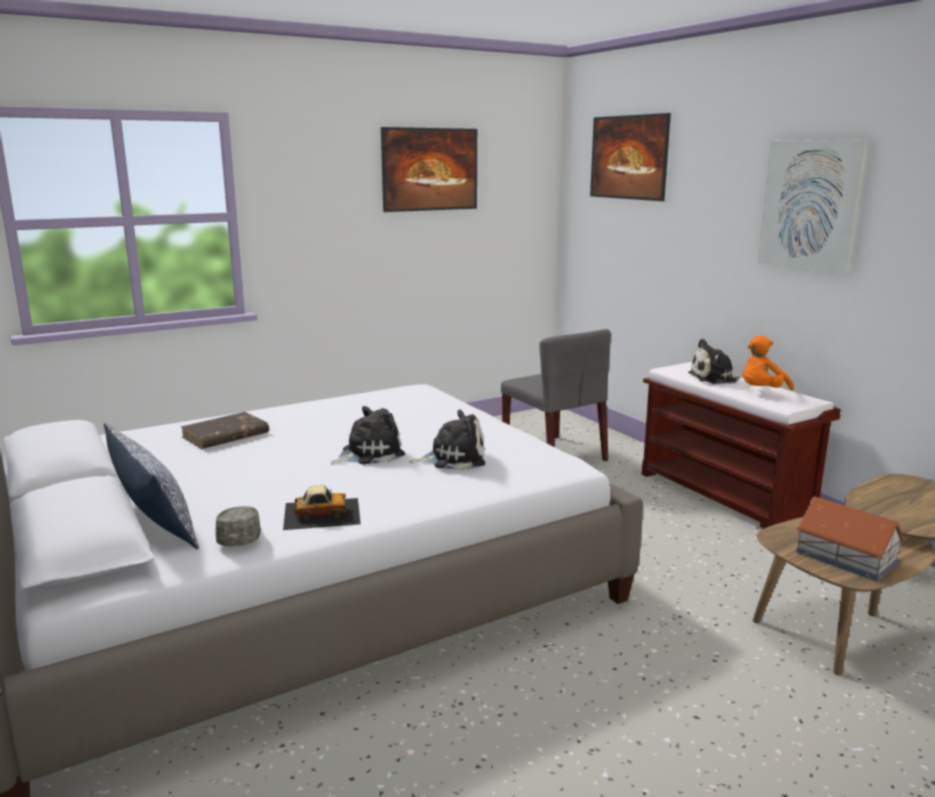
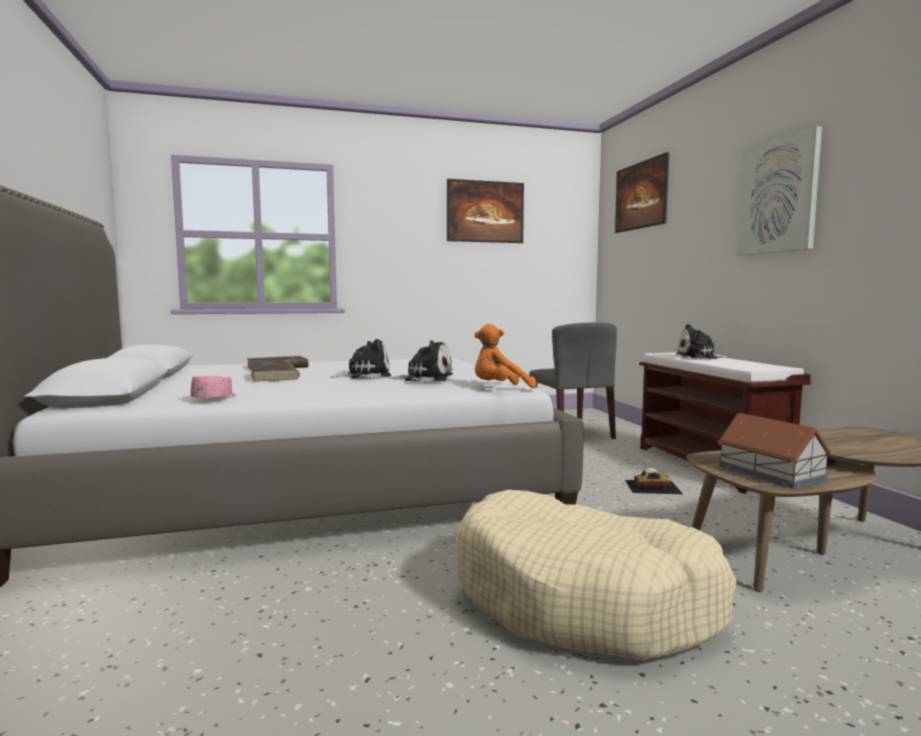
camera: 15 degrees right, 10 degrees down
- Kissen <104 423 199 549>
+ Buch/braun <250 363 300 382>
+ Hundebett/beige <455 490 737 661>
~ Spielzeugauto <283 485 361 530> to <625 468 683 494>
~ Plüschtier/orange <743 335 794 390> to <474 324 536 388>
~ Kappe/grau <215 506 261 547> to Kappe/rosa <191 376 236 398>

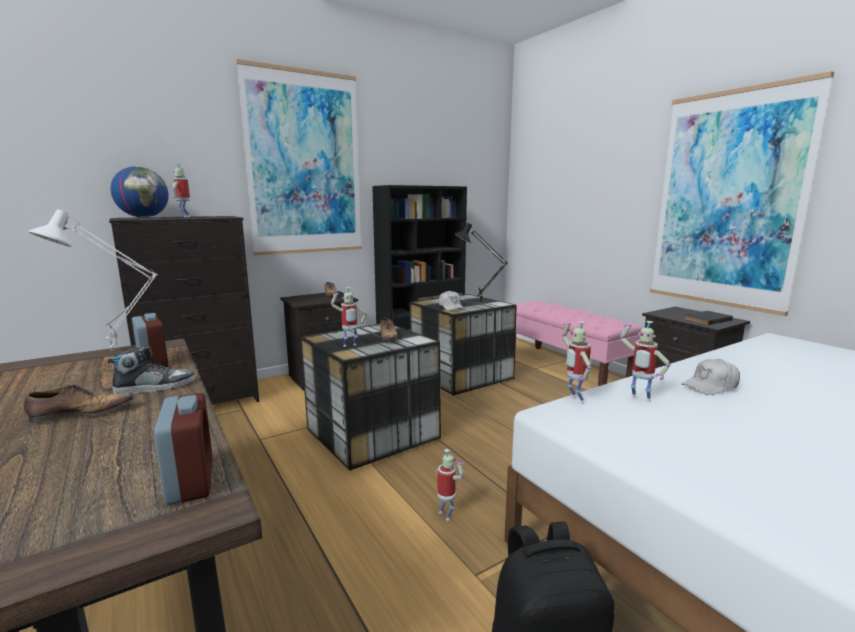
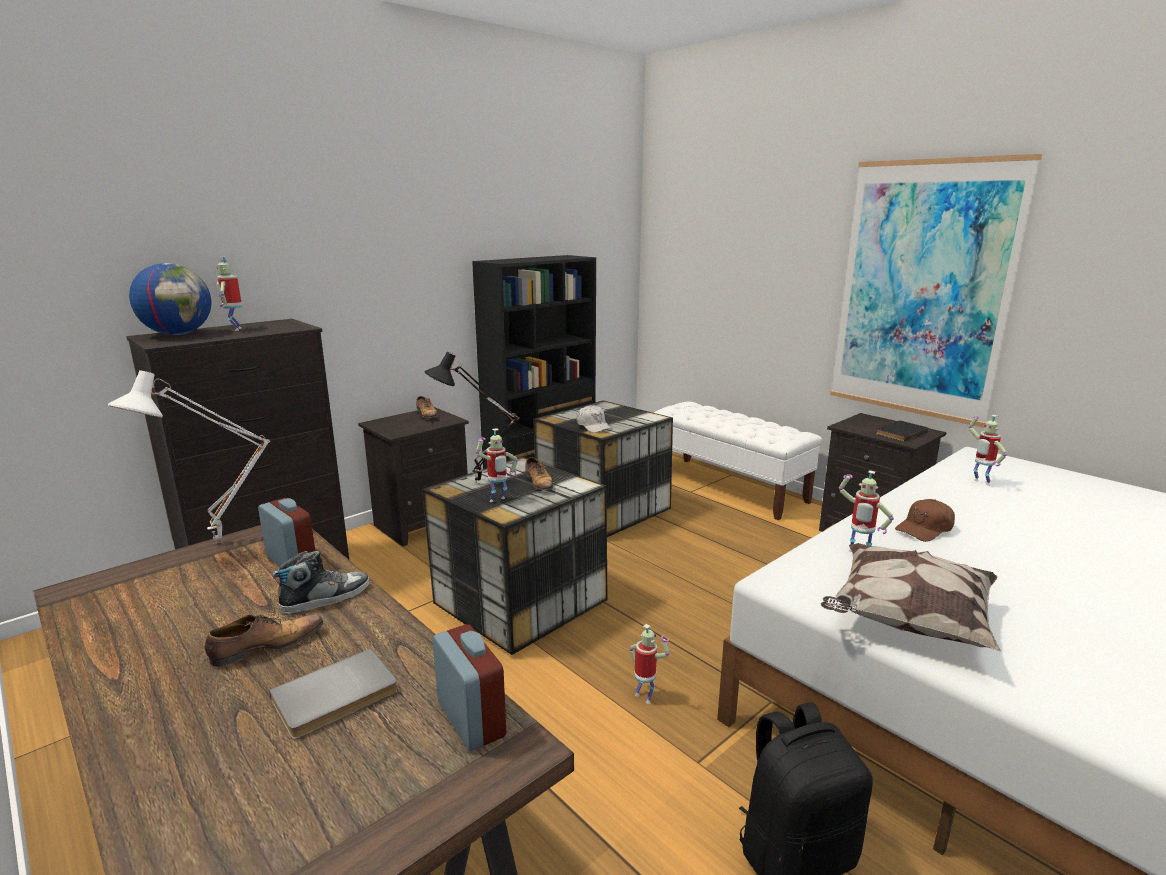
camera: 10 degrees left, 5 degrees up
- Bild <236 59 362 255>
+ Buch/grau <269 649 398 740>
+ Kissen <821 543 1001 652>
~ Tischlampe/schwarz <454 223 508 301> to <425 352 520 484>
~ Spielzeugroboter <562 321 592 404> to <969 415 1007 486>
~ Bank/rosa <515 301 643 386> to Bank/weiß <654 402 823 520>
~ Kappe/weiß <681 359 740 395> to Kappe/braun <895 499 955 542>

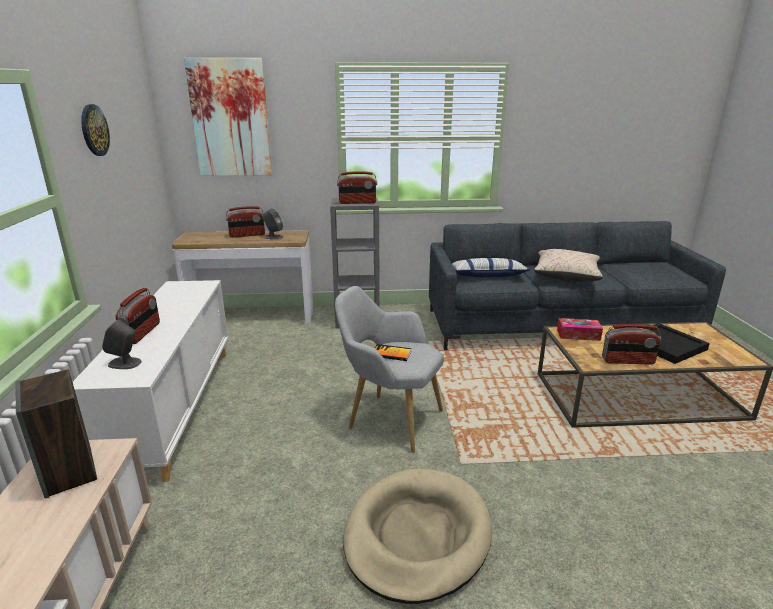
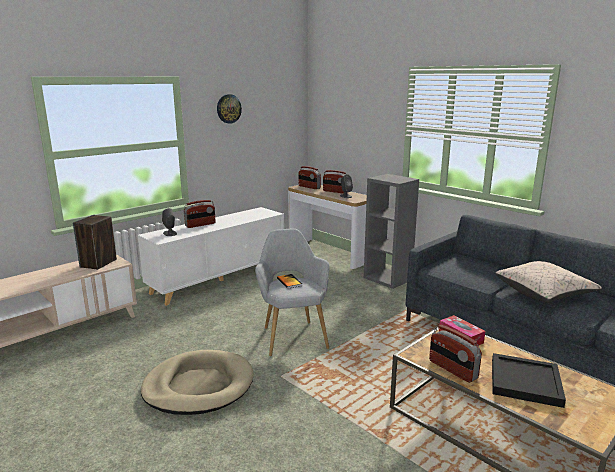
camera: 50 degrees right, 5 degrees down
- Bild <184 58 272 176>
- Kissen <452 258 530 277>
~ Radio <337 171 377 204> to <298 166 321 189>

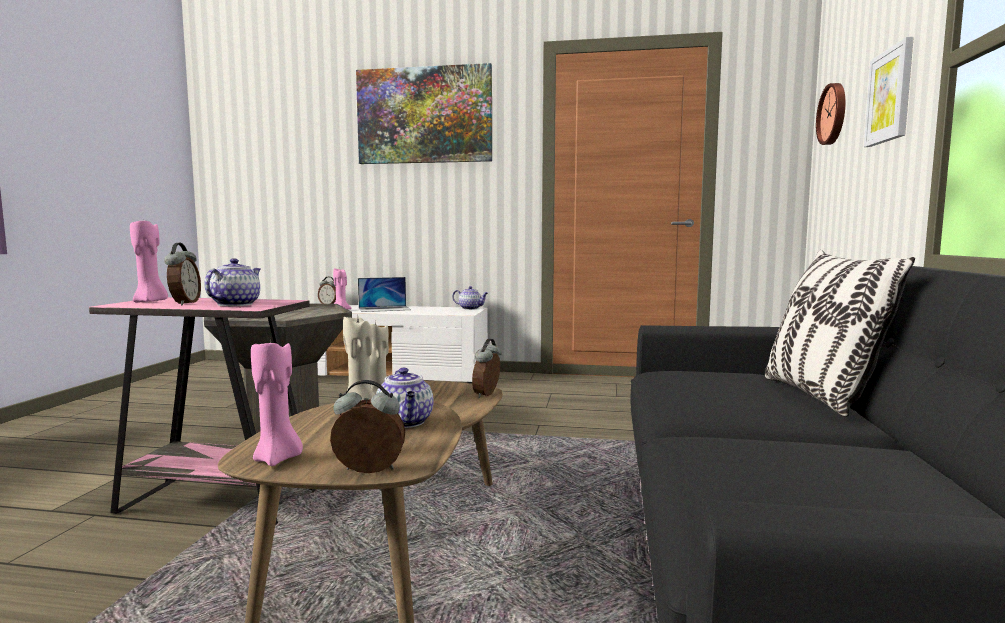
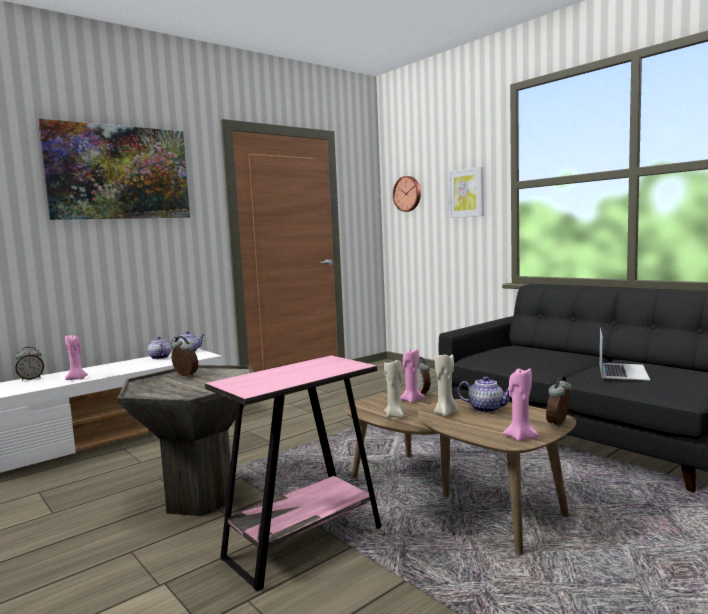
camera: 50 degrees left, 0 degrees up
- Kissen <765 250 915 417>
~ Kerze/rosa <130 218 168 303> to <400 348 425 403>
~ Wecker <164 243 201 305> to <171 336 198 376>
~ Teekanne <204 258 261 306> to <148 336 171 359>
~ Laptop <358 277 411 312> to <599 328 650 381>

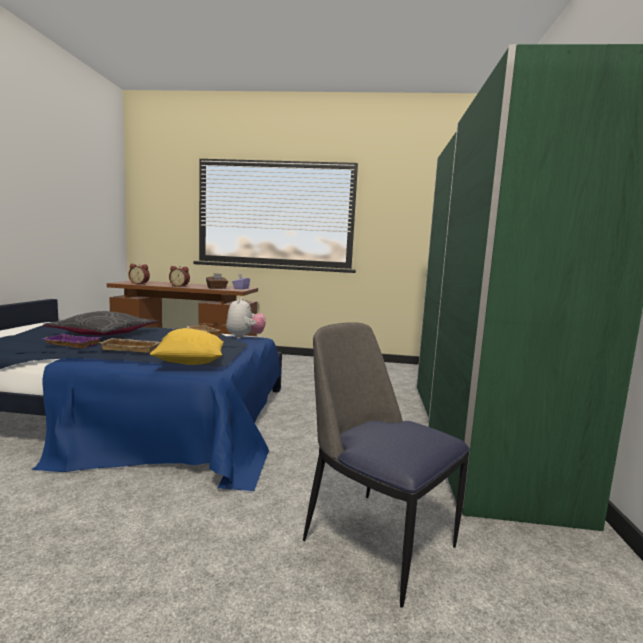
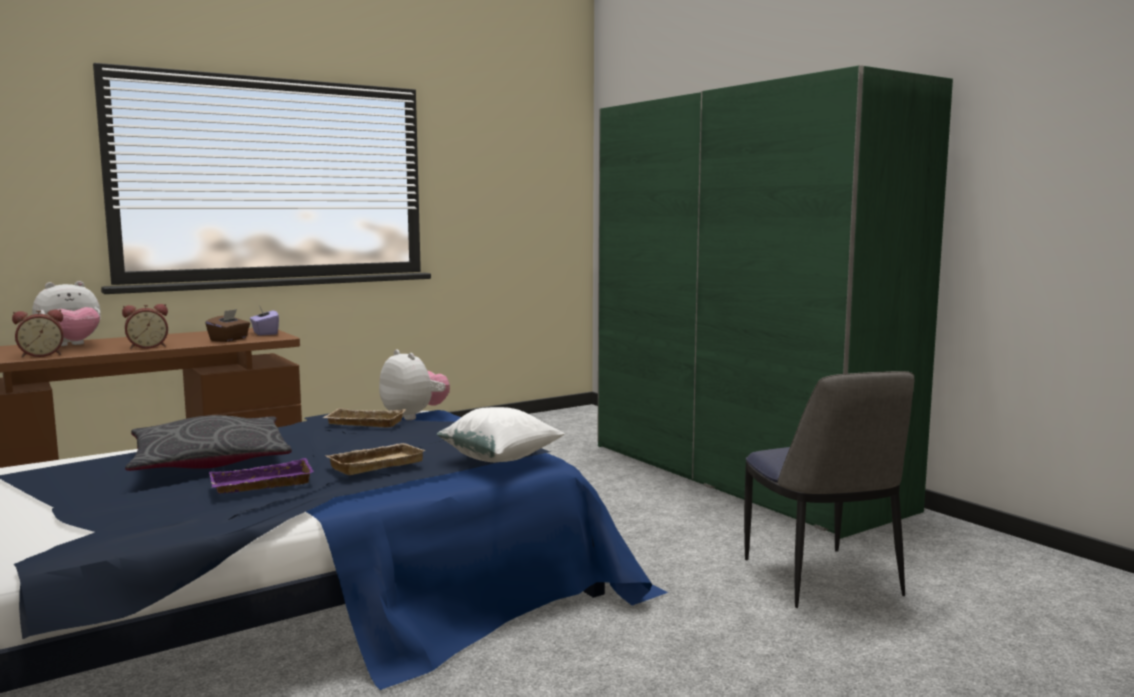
camera: 40 degrees left, 0 degrees up
+ Plüschtier <32 281 101 346>
~ Kissen/gelb <150 328 223 365> to Kissen/weiß <437 407 565 462>
~ Stuhl <303 322 470 608> = <744 371 914 608> 105 degrees counterclockwise

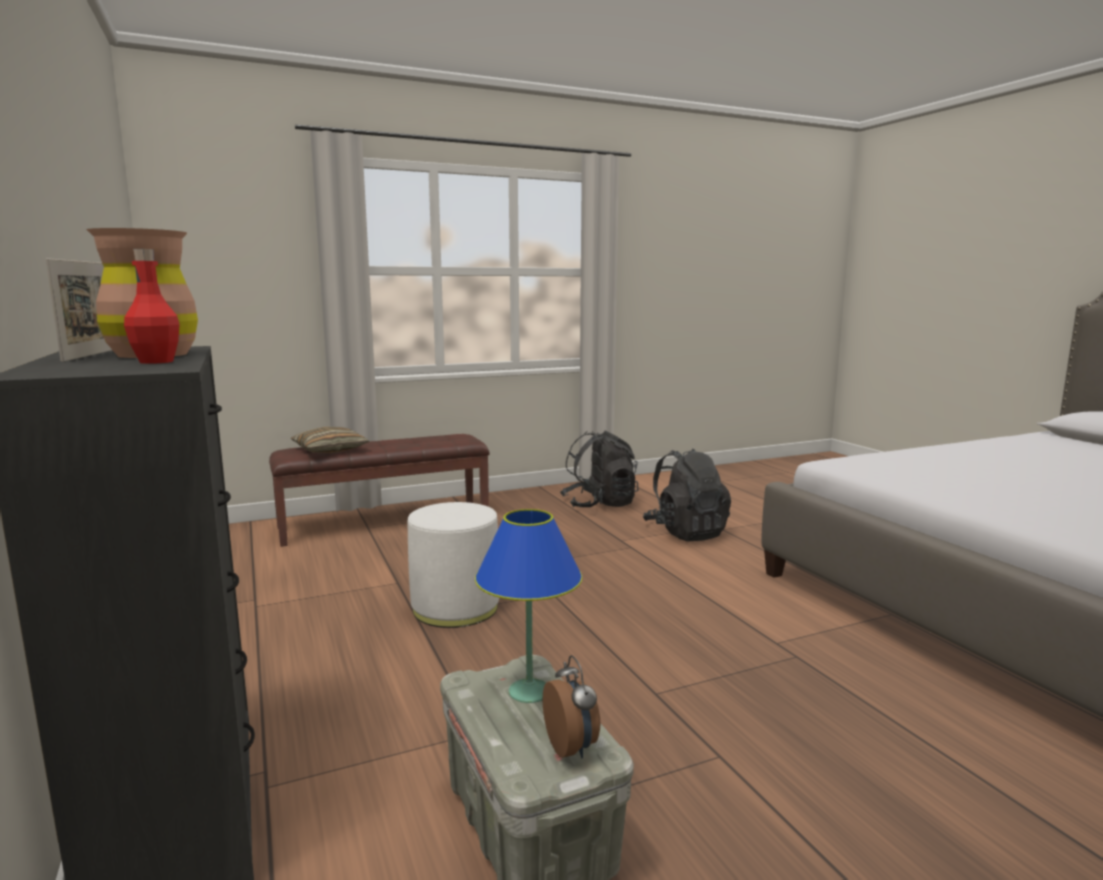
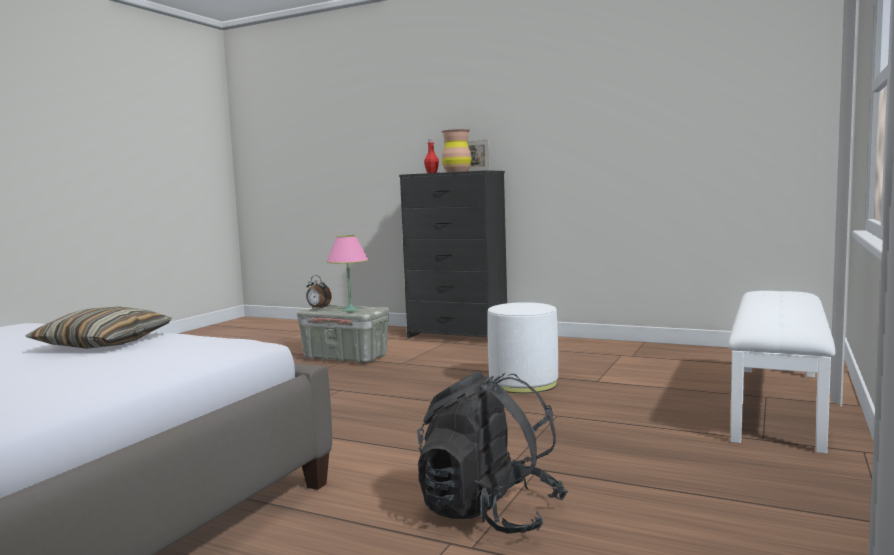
camera: 140 degrees right, 5 degrees down
- Rucksack/schwarz <560 431 638 507>
~ Kissen <291 427 370 453> to <25 306 172 349>
~ Bank/braun <269 434 490 547> to Bank/weiß <728 291 835 454>
~ Tischlampe/blau <475 509 583 703> to Tischlampe/rosa <326 235 369 311>

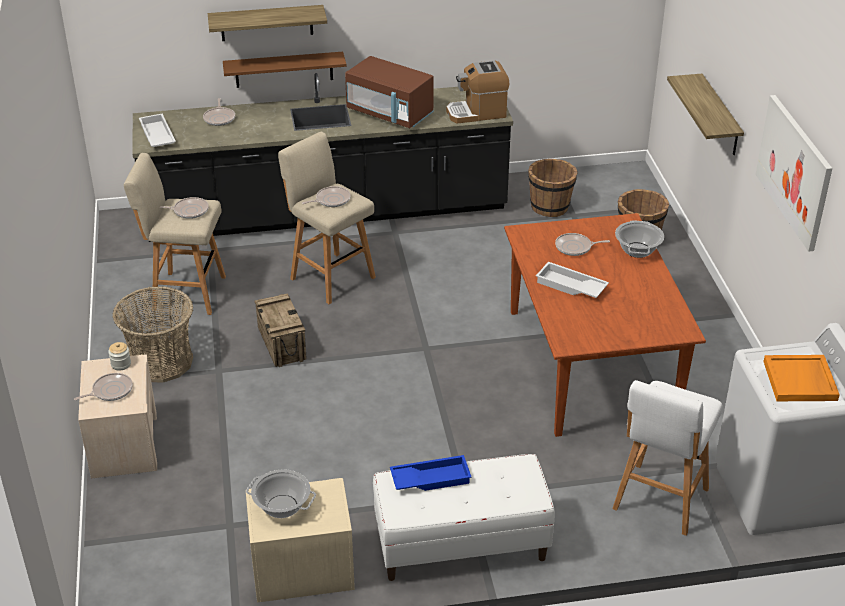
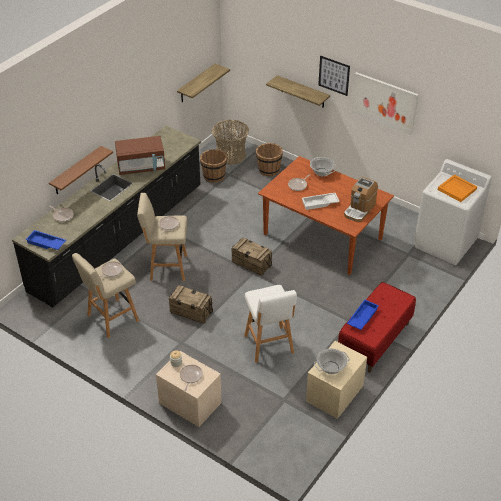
camera: 45 degrees left, 5 degrees up
+ Kiste <232 237 272 276>
+ Bild <318 56 350 96>
~ Korb <112 286 193 383> to <212 120 249 165>
~ Wandregal <208 5 327 41> to <177 64 230 102>
~ Kaffeemaschine <446 60 509 123> to <344 177 378 222>
~ Hocker/weiß <612 380 723 536> to <244 285 297 363>
~ Tablett/weiß <139 114 176 147> to Tablett/blau <26 230 66 250>
~ Bank/weiß <373 454 555 581> to Bank/rot <338 282 416 373>

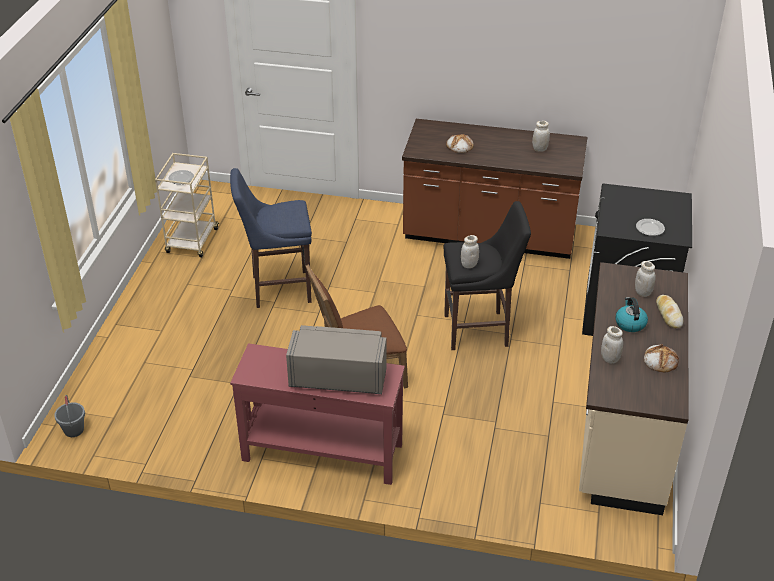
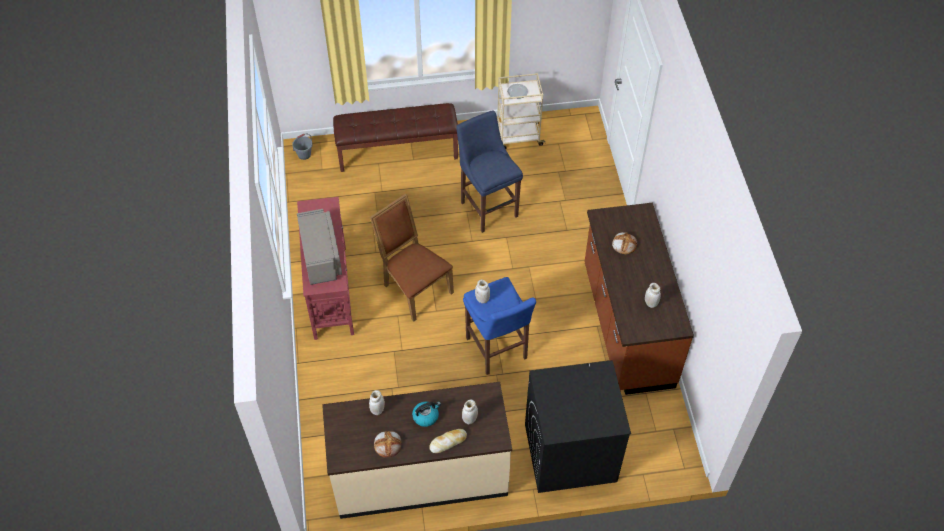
camera: 70 degrees right, 15 degrees up
- Teller <636 219 665 236>
+ Bank/braun <333 103 458 172>
~ Hocker/schwarz <443 201 531 350> to Hocker/blau <463 277 536 375>

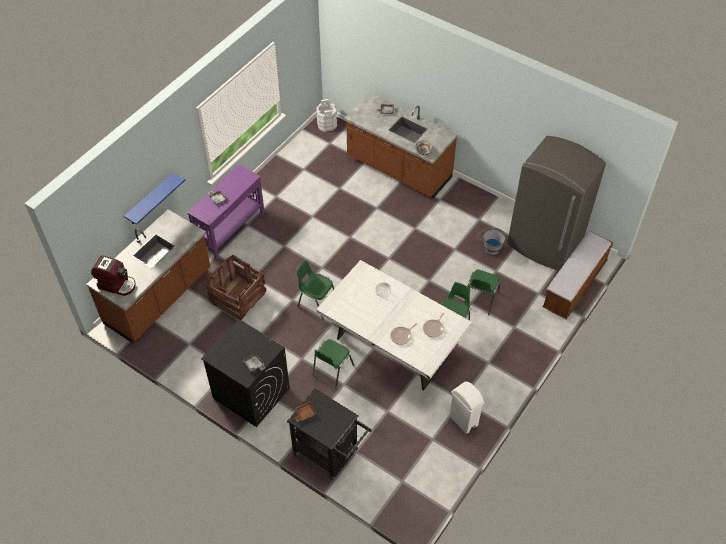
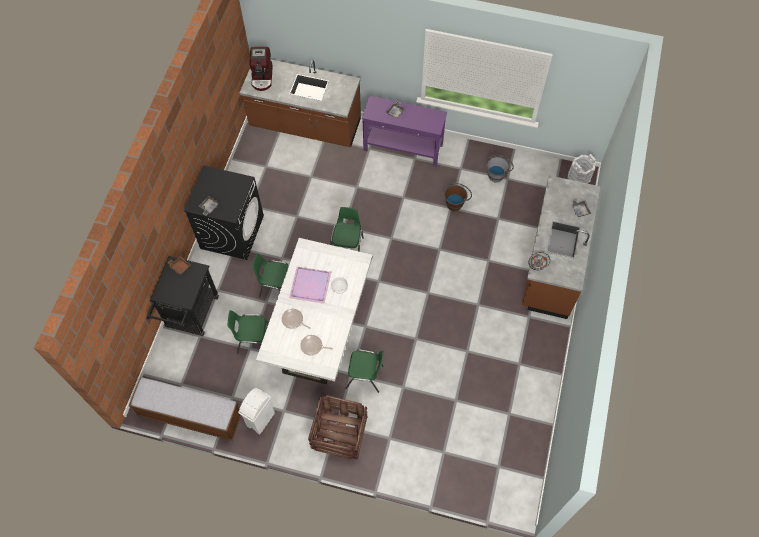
camera: 70 degrees right, 10 degrees up
- Wandregal/blau <124 172 185 225>
- Kühlschrank/grau <507 136 606 271>
+ Tablett/lila <289 267 331 303>
+ Eimer/braun <444 183 472 211>
~ Kiste <206 255 266 320> to <308 395 368 459>
~ Stuhl/grün <467 270 501 316> to <227 310 269 354>
~ Eimer/grau <478 228 506 255> to <486 155 514 182>
~ Bank <542 231 613 319> to <129 378 241 441>

